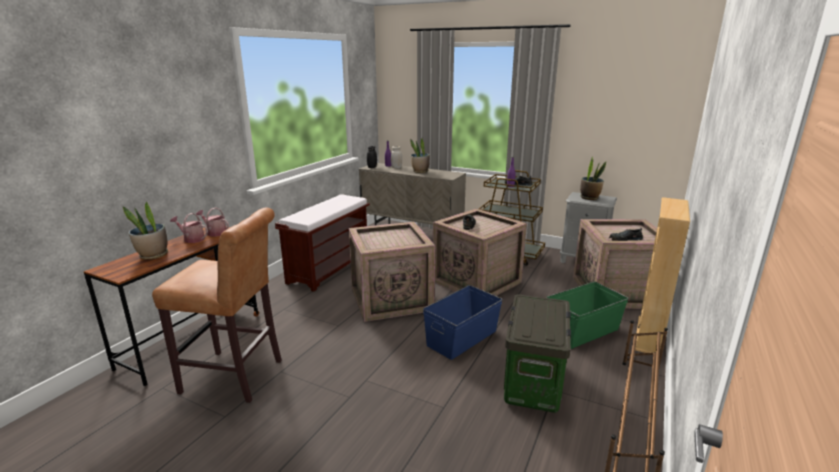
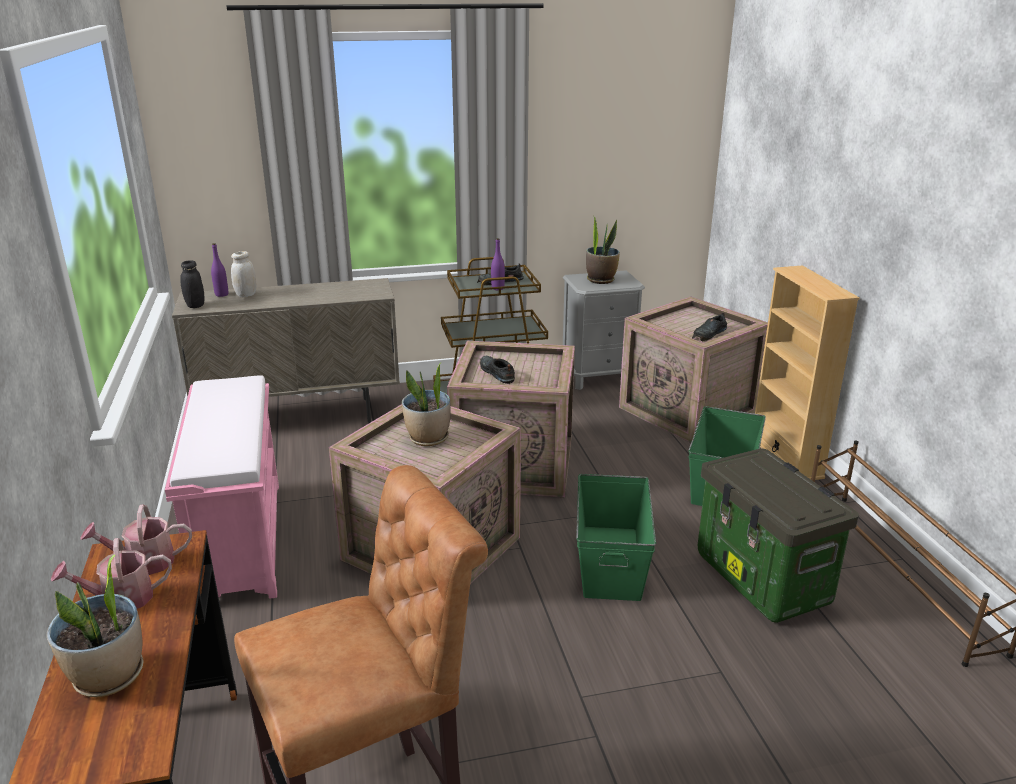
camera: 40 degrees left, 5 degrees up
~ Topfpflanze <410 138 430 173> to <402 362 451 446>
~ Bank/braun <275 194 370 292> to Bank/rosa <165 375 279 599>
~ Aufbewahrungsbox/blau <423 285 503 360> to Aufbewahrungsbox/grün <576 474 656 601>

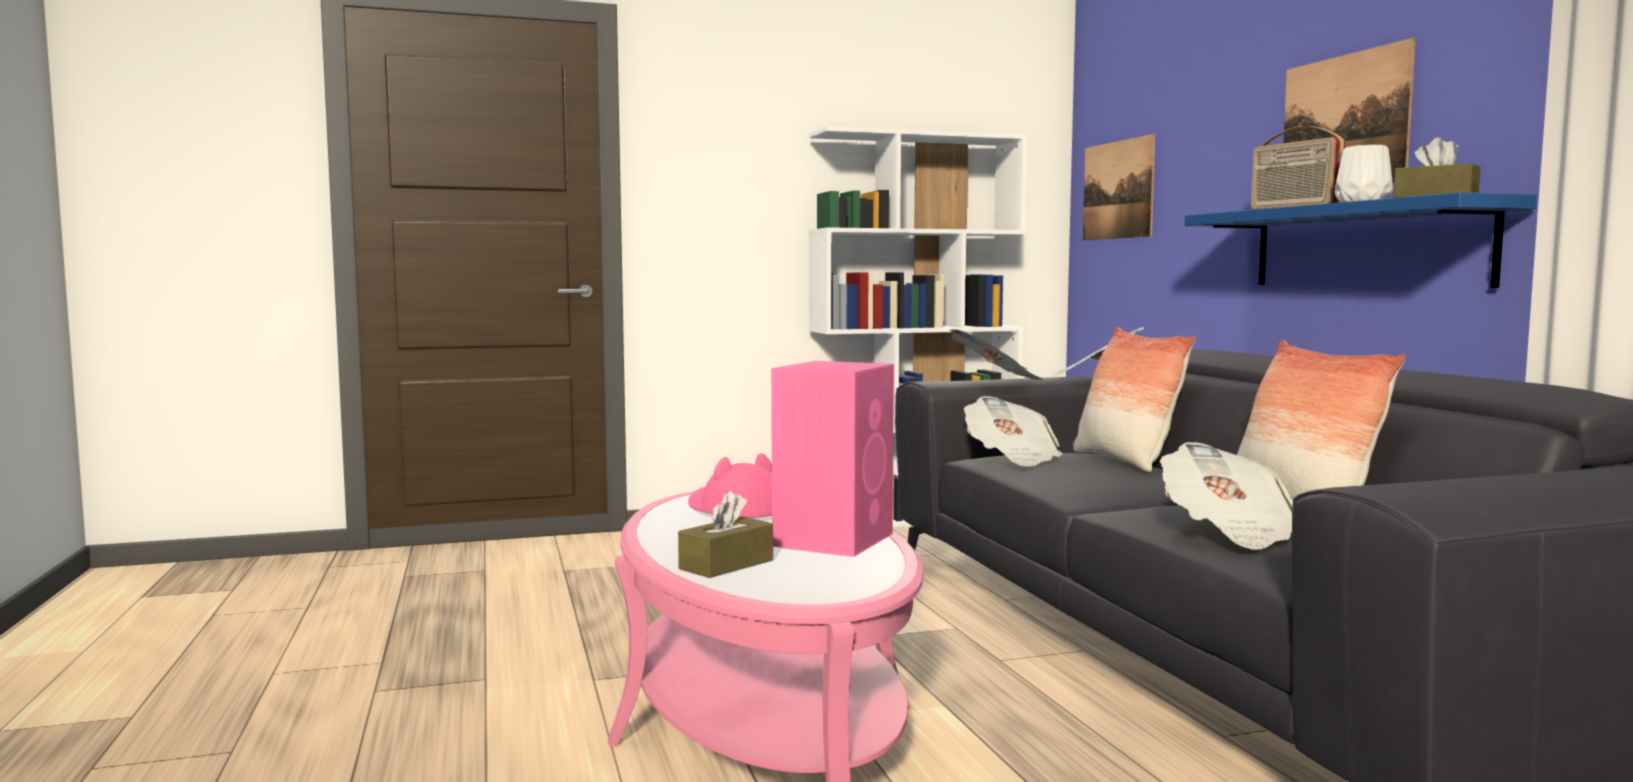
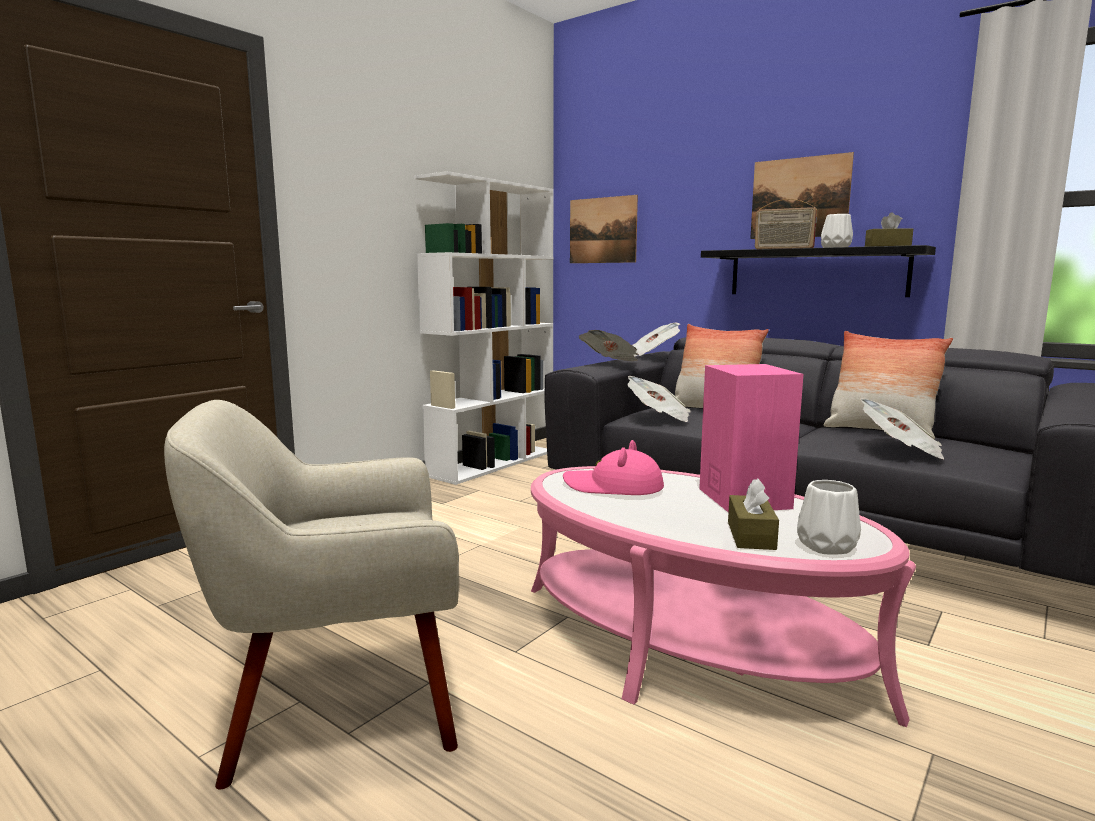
camera: 35 degrees left, 5 degrees up
+ Sessel/beige <164 400 459 789>
+ Vase/weiß <797 480 861 555>
~ Wandregal/blau <1185 192 1537 288> to Wandregal/schwarz <701 245 936 297>

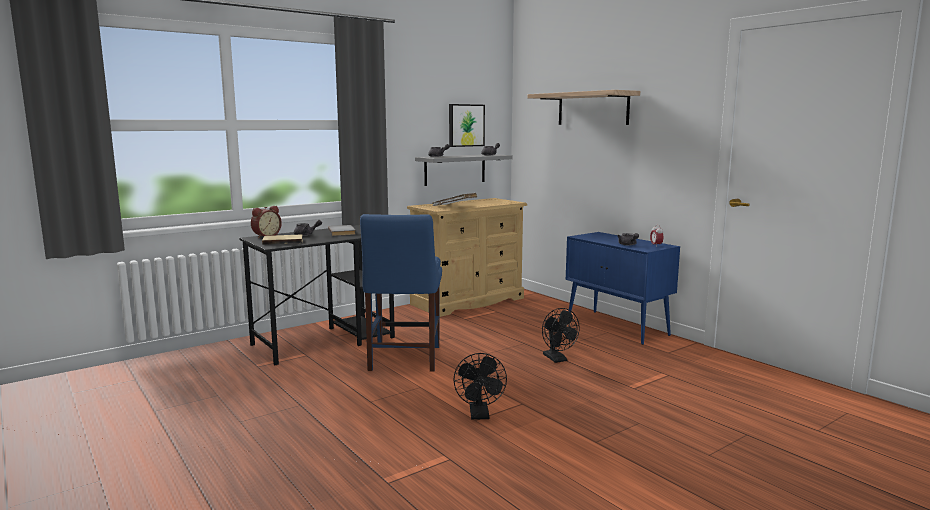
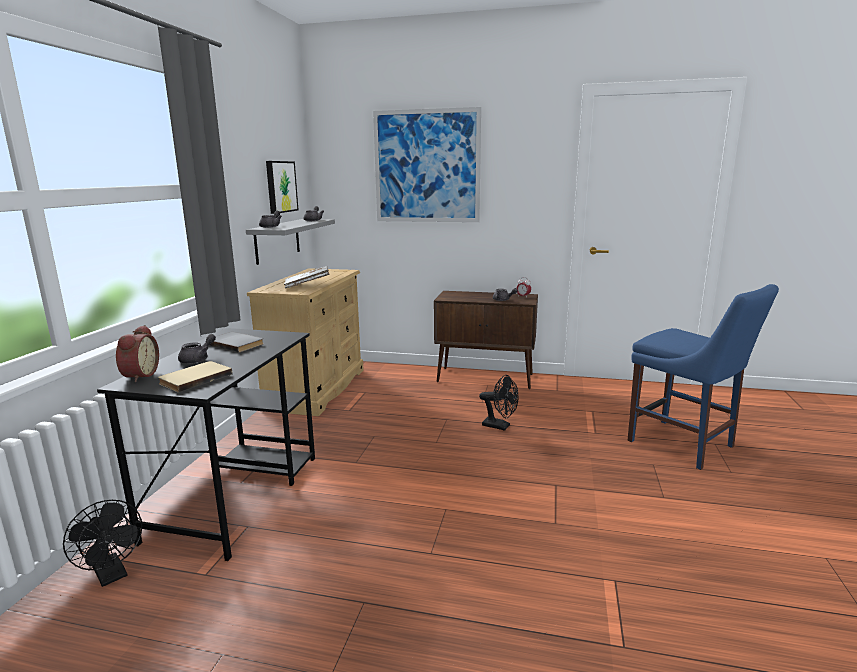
camera: 40 degrees left, 5 degrees up
~ Stuhl/blau <360 214 442 372> to <628 284 779 470>
~ Ventilator/schwarz <454 353 507 420> to <63 500 142 587>
~ Wandregal <528 90 640 125> to Bild <373 107 481 222>
~ Schrank/blau <566 232 680 345> to Schrank/braun <434 291 538 389>

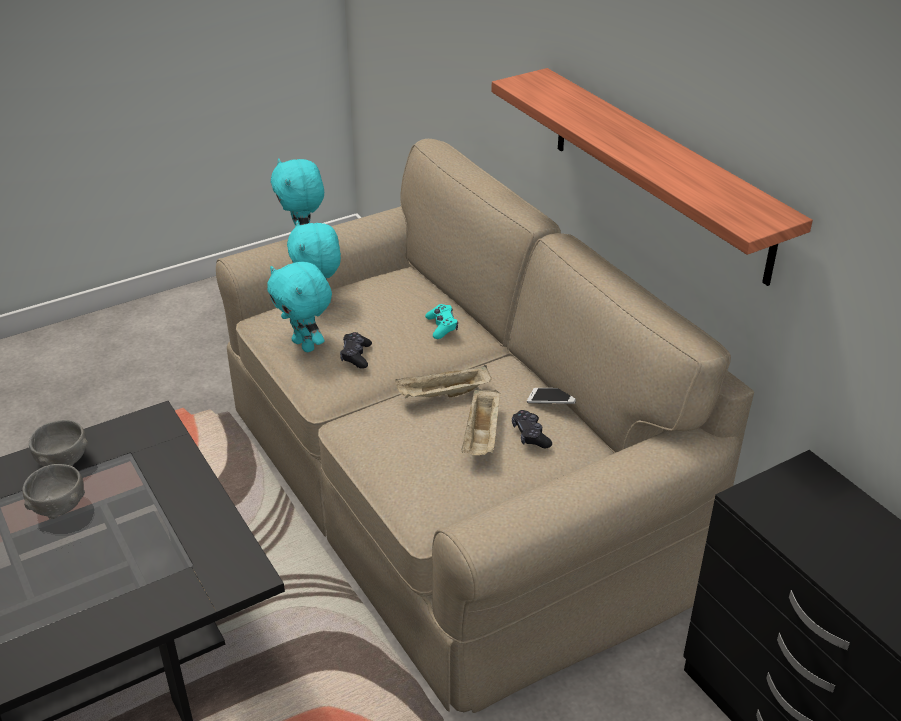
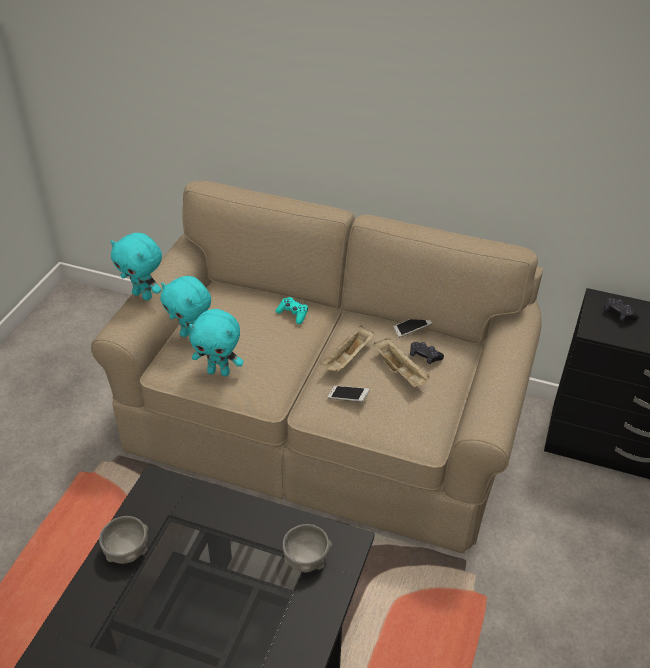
camera: 40 degrees left, 5 degrees up
- Wandregal <491 68 813 286>
+ Handy <328 385 370 402>
~ Schüssel/grau <22 464 85 519> to <282 524 332 573>
~ Gamepad/schwarz <340 332 372 369> to <604 298 639 322>

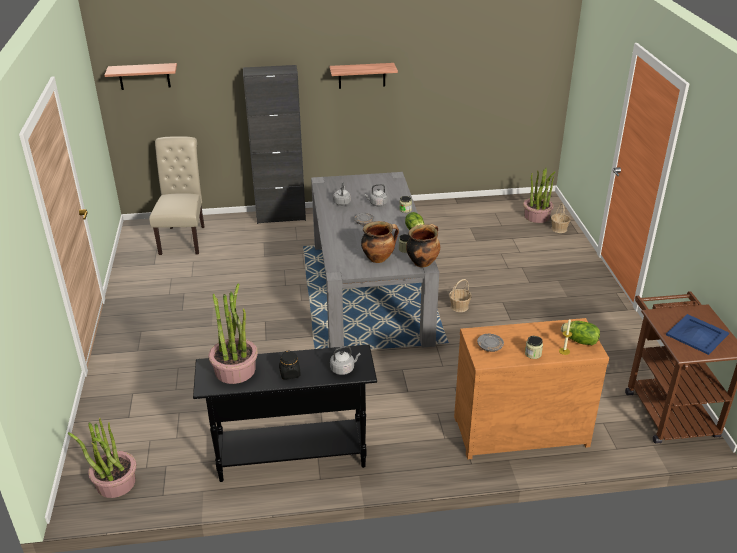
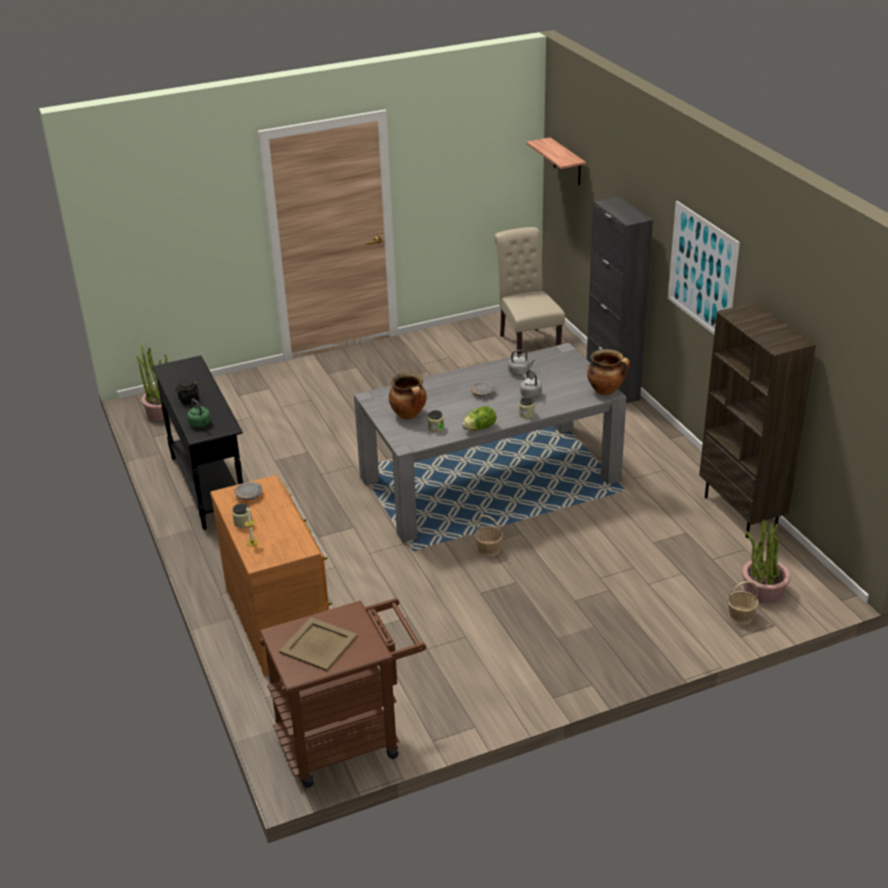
camera: 75 degrees right, 0 degrees up
- Topfpflanze <208 283 258 384>
- Salatkopf <561 321 600 345>
+ Bücherregal/braun <699 302 815 538>
~ Kochtopf <406 224 440 267> to <587 349 630 395>
~ Wandregal <329 63 398 89> to Bild <668 201 740 334>
~ Wasserkessel/grau <330 346 361 375> to Wasserkessel/grün <187 399 211 428>
~ Tablett/blau <666 314 729 355> to Tablett/beige <279 617 357 671>
~ Stuhl/beige <149 136 205 255> = <494 227 565 355> 90 degrees counterclockwise

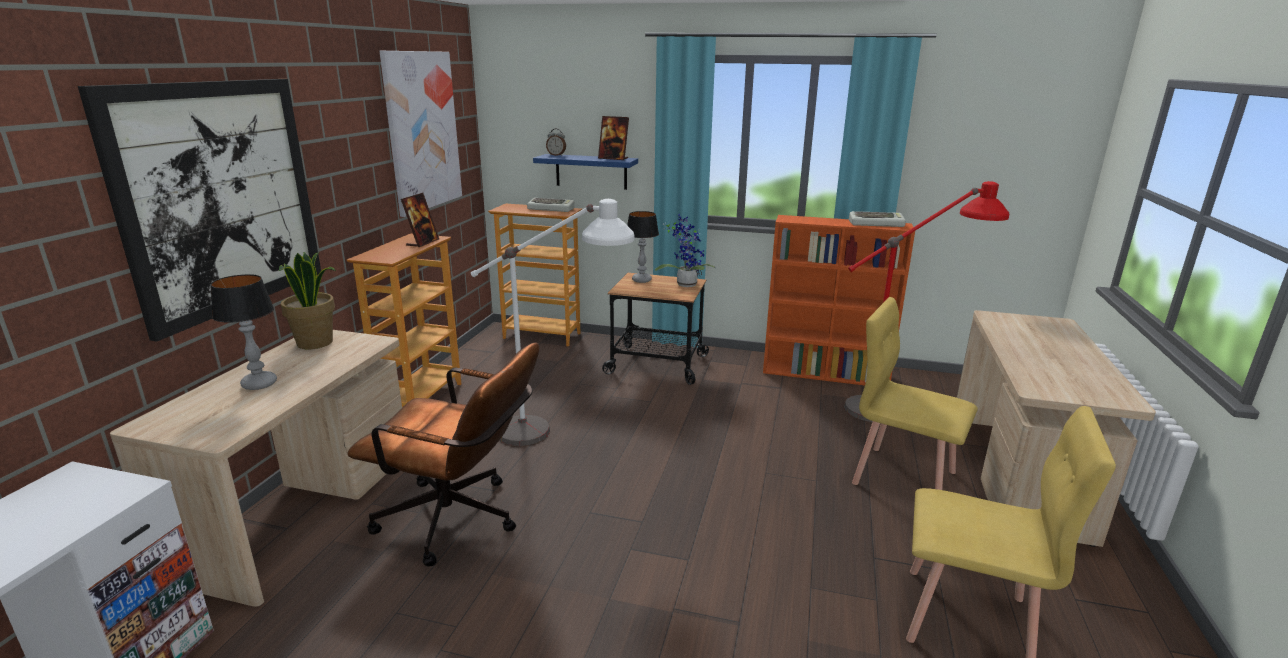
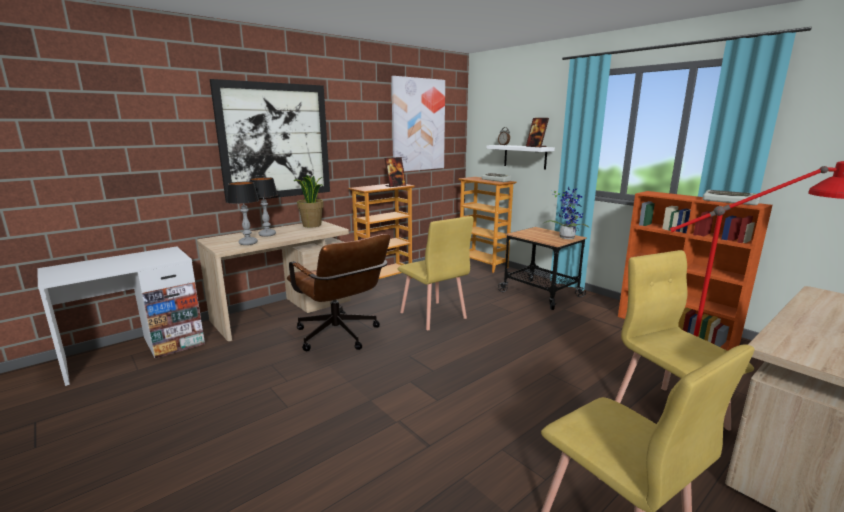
camera: 35 degrees right, 5 degrees down
~ Tischlampe <627 211 659 283> to <227 182 259 245>
~ Stehlampe/weiß <471 199 634 446> to Stuhl/gelb <398 216 473 330>
~ Wandregal/blau <533 154 638 190> to Wandregal/weiß <486 145 555 170>

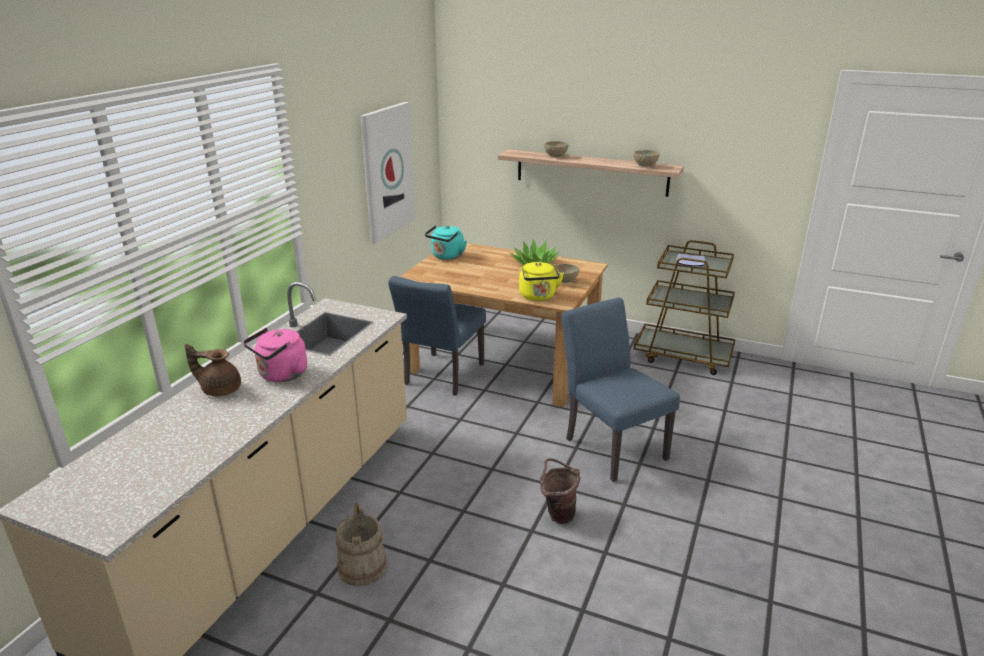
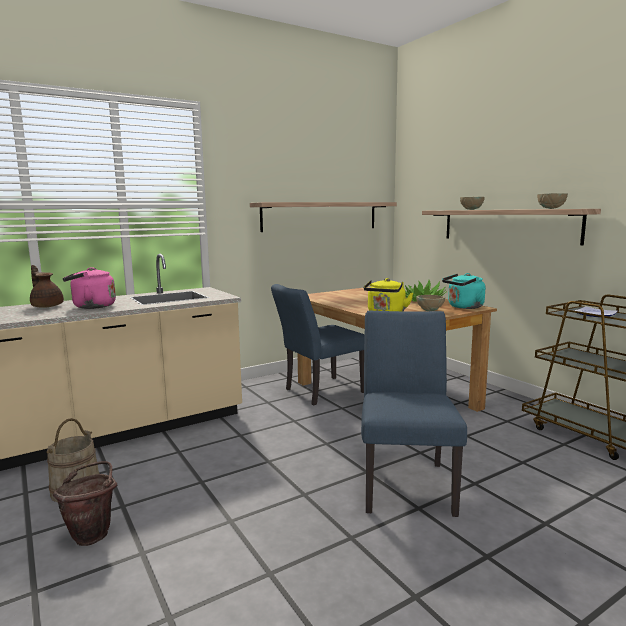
camera: 35 degrees right, 15 degrees down
~ Wasserkessel/türkis <425 225 467 260> to <442 273 485 309>
~ Eimer/braun <540 458 580 524> to <53 461 117 546>
~ Bild <361 102 415 243> to Wandregal <250 202 397 232>

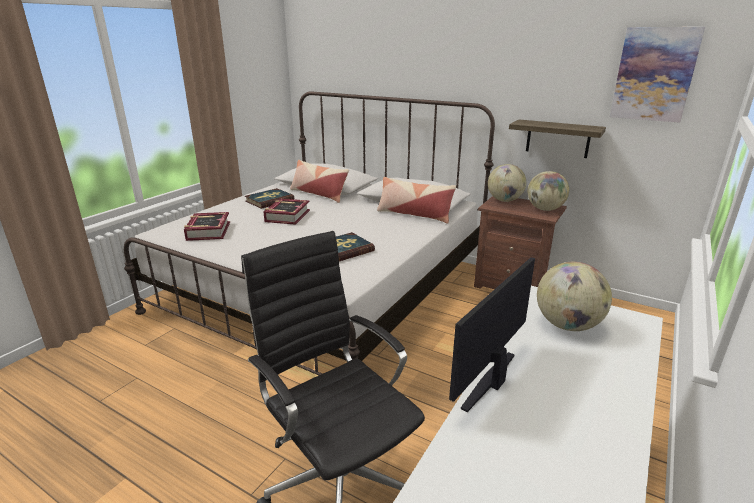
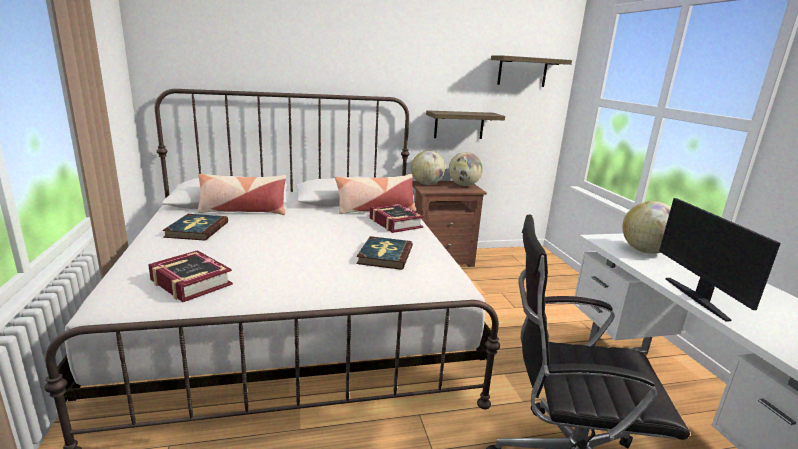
camera: 45 degrees left, 5 degrees down
~ Buch <264 198 310 225> to <370 203 424 233>
~ Bild <610 27 705 123> to Wandregal <491 55 572 87>

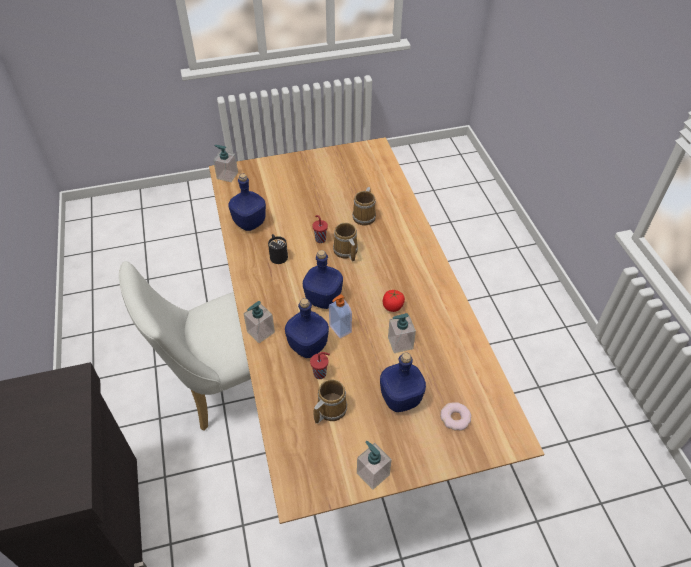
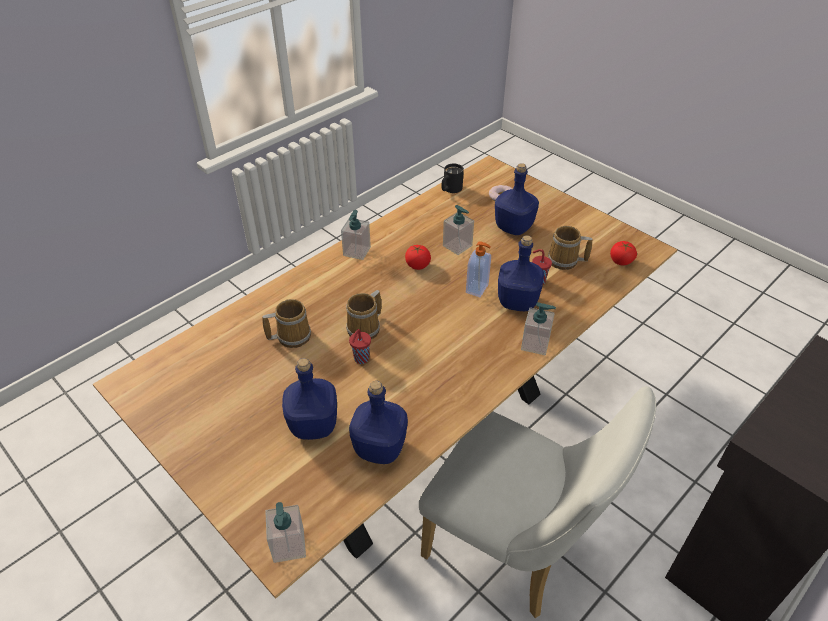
camera: 120 degrees left, 5 degrees down
+ Tomate <610 241 637 265>
~ Henkelbecher/schwarz <268 234 288 264> to <442 164 464 193>
~ Flasche/blau <303 250 343 309> to <282 358 337 440>
~ Seifenspender <357 441 392 490> to <341 210 371 260>

